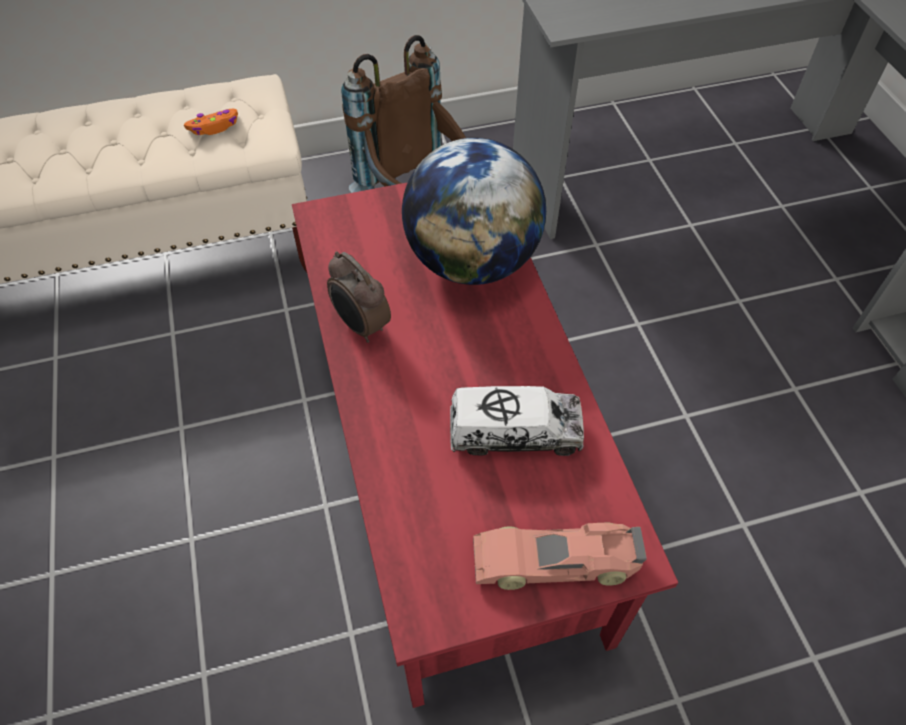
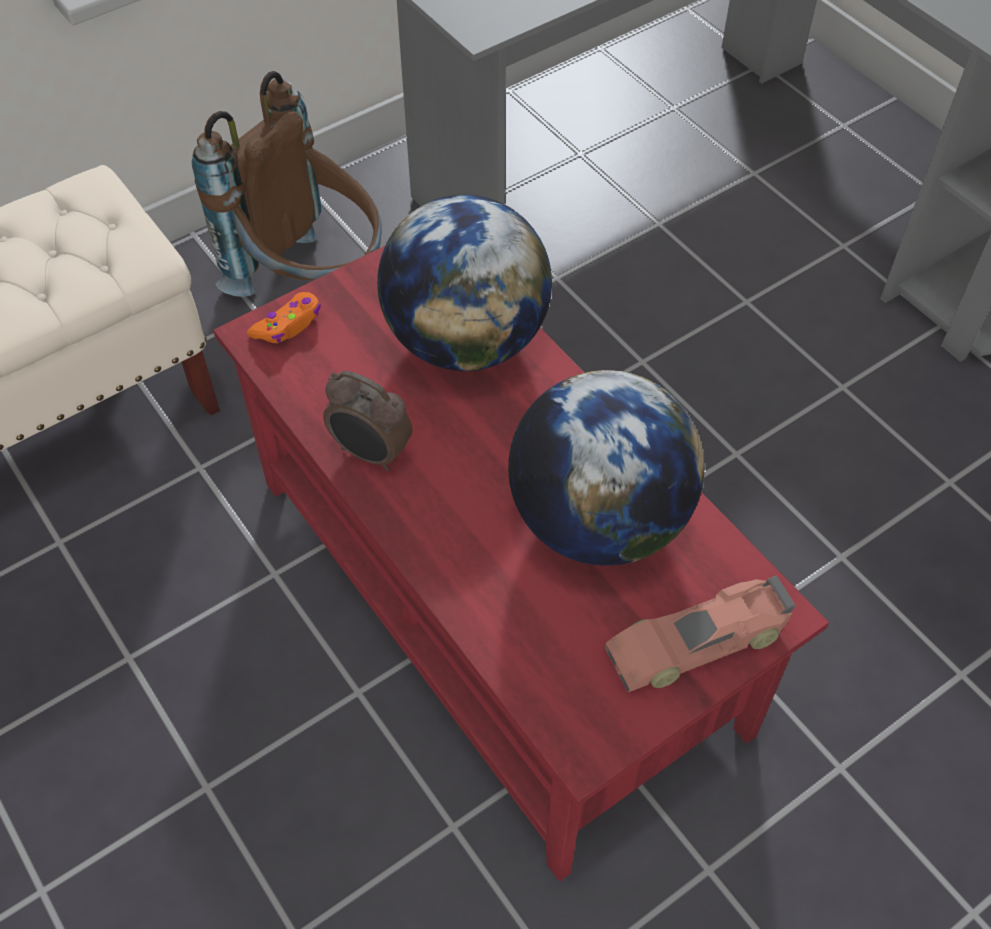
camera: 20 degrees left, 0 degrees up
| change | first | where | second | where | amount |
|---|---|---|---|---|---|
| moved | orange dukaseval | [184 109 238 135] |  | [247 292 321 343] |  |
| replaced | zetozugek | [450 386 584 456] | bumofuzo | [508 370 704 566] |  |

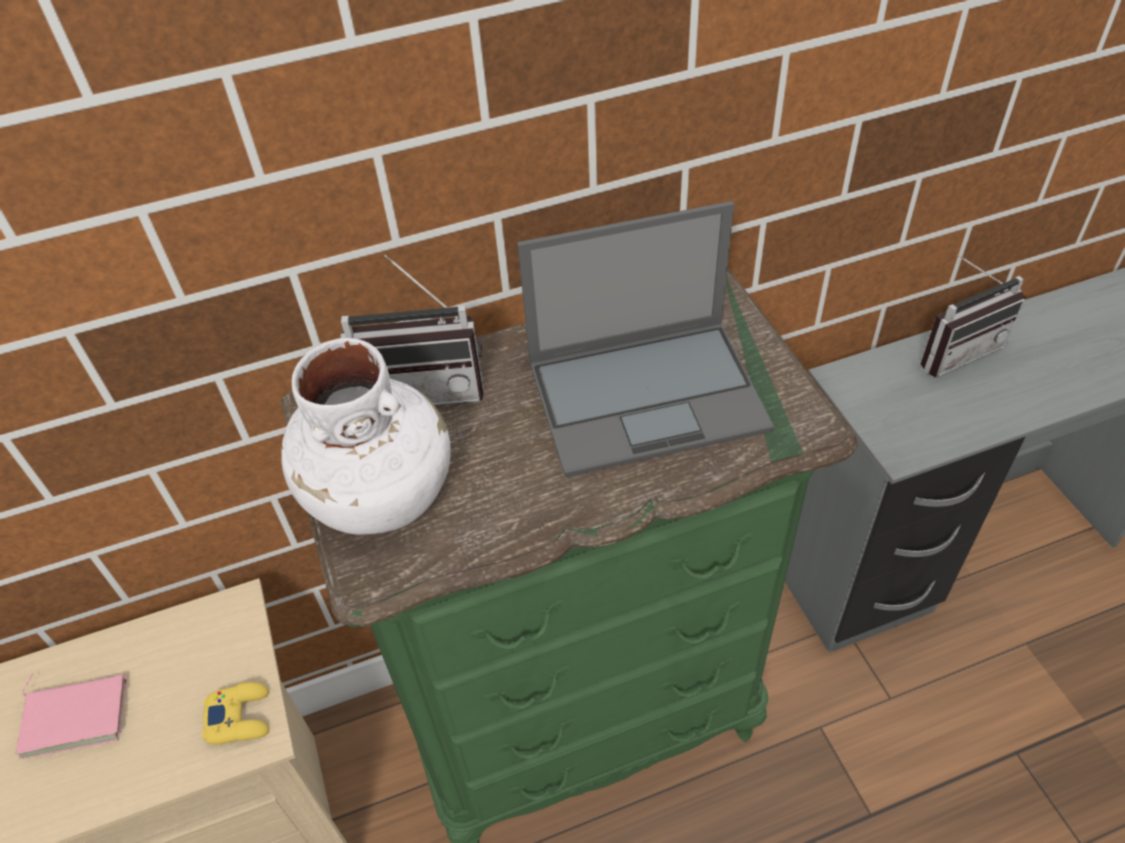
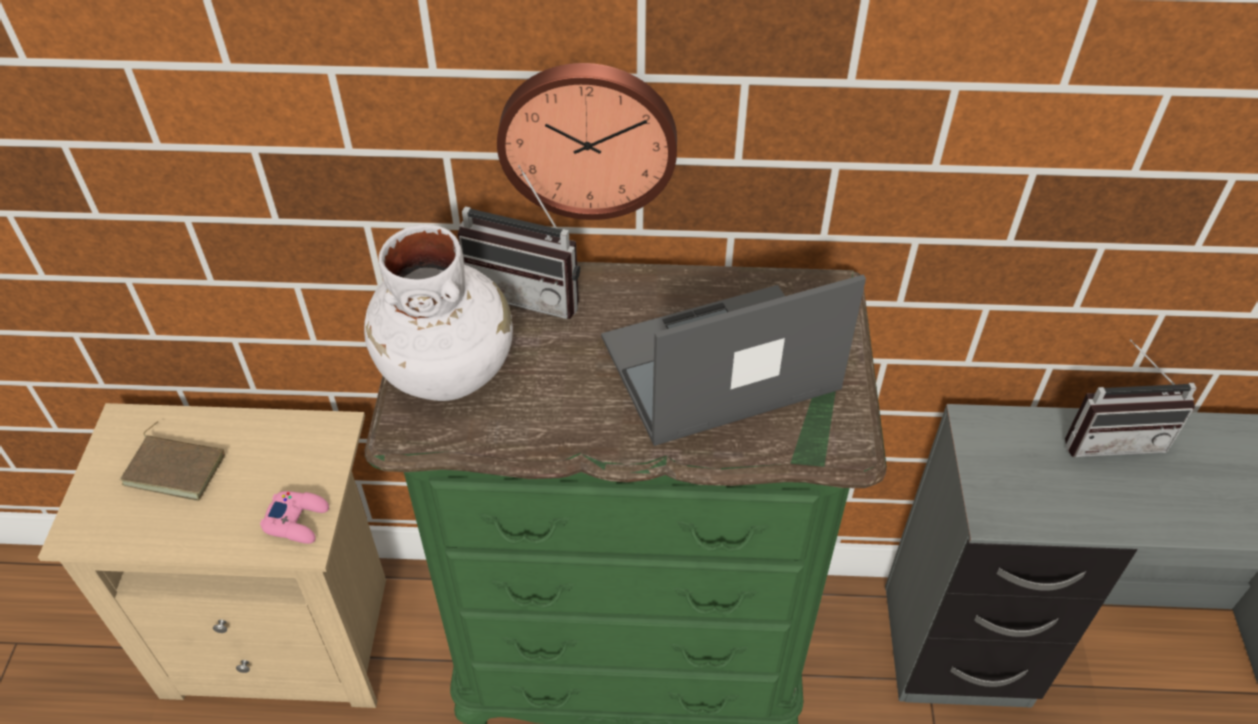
camera: 20 degrees right, 0 degrees up
| change | first | where | second | where | amount |
|---|---|---|---|---|---|
| turned | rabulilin | [517 201 774 477] |  | [601 275 866 446] | 150 degrees clockwise |
| recoloured | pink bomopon | [16 674 127 759] | brown bomopon | [120 421 225 501] |  |
| recoloured | yellow dukaseval | [202 682 269 745] | pink dukaseval | [260 491 329 544] |  |
| added |  |  | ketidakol | [497 63 677 220] |  |

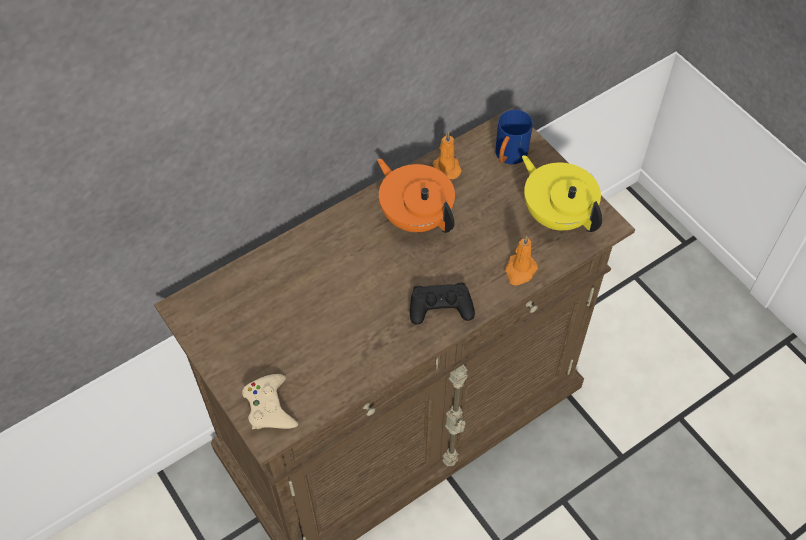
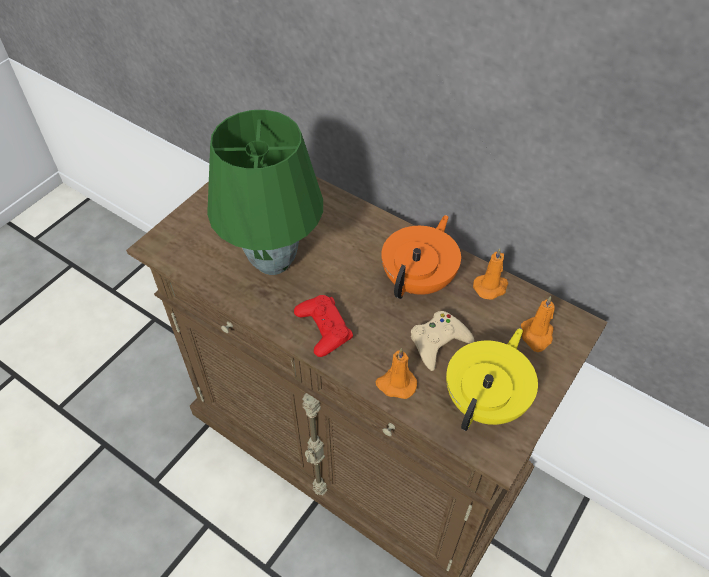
camera: 70 degrees right, 5 degrees down
| change | first | where | second | where | amount |
|---|---|---|---|---|---|
| replaced | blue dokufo | [495 110 533 164] | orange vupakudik | [521 296 555 352] |  |
| recoloured | black dukaseval | [410 283 475 325] | red dukaseval | [294 295 353 357] |  |
| moved | beige dukaseval | [242 374 298 429] |  | [411 311 474 371] |  |
| added |  |  | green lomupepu | [207 110 323 275] |  |

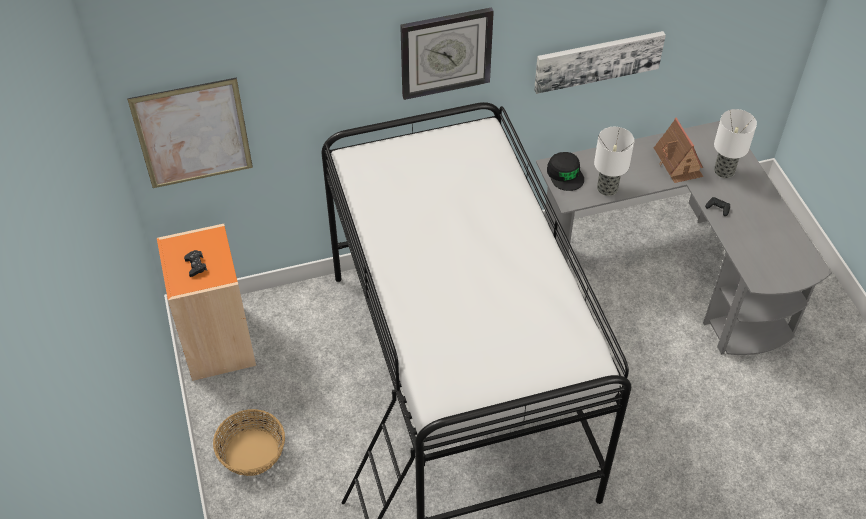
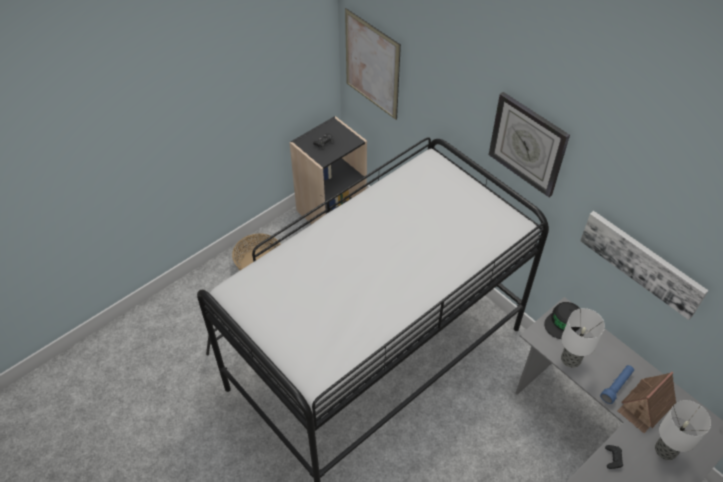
camera: 65 degrees right, 0 degrees up
| change | first | where | second | where | amount |
|---|---|---|---|---|---|
| recoloured | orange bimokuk | [157 224 256 381] | black bimokuk | [289 116 367 224] |  |
| added |  |  | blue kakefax | [600 365 634 404] |  |

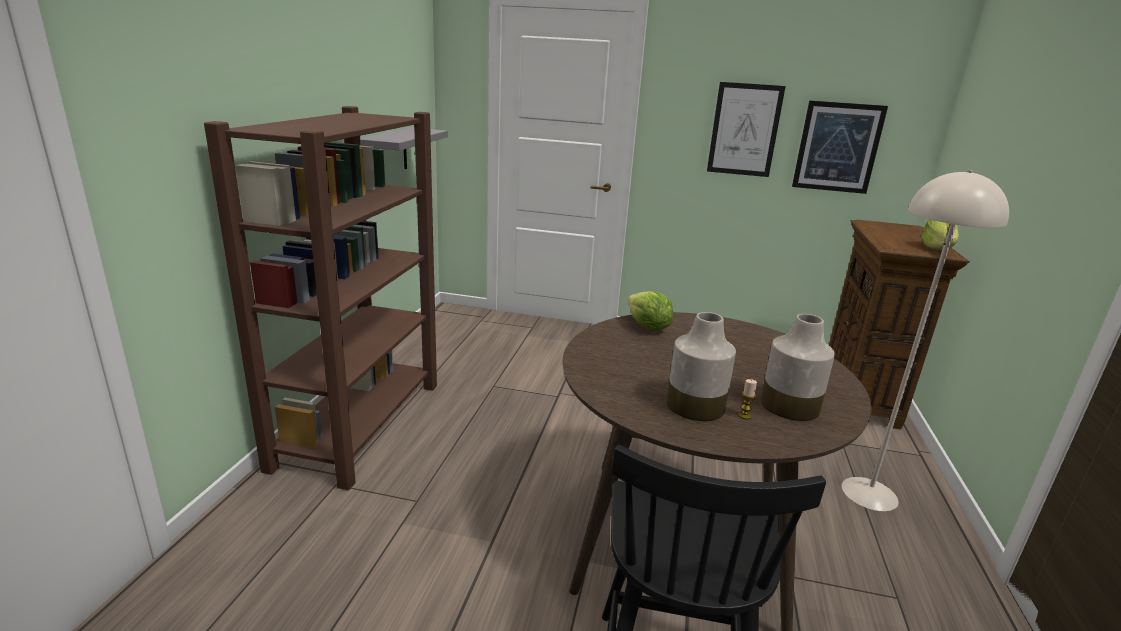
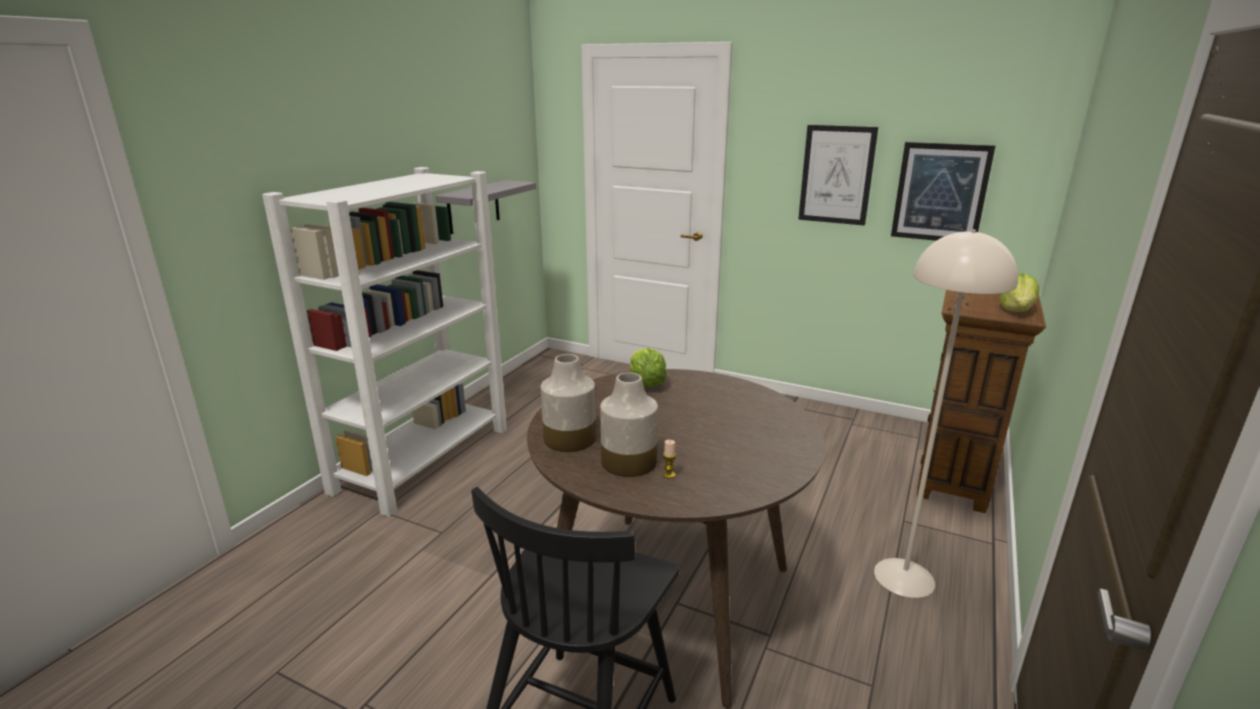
camera: 15 degrees right, 0 degrees up
| change | first | where | second | where | amount |
|---|---|---|---|---|---|
| recoloured | brown bimokuk | [204 106 437 490] | white bimokuk | [262 167 507 517] |  |
| moved | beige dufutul | [760 314 835 421] |  | [541 354 596 452] |  |

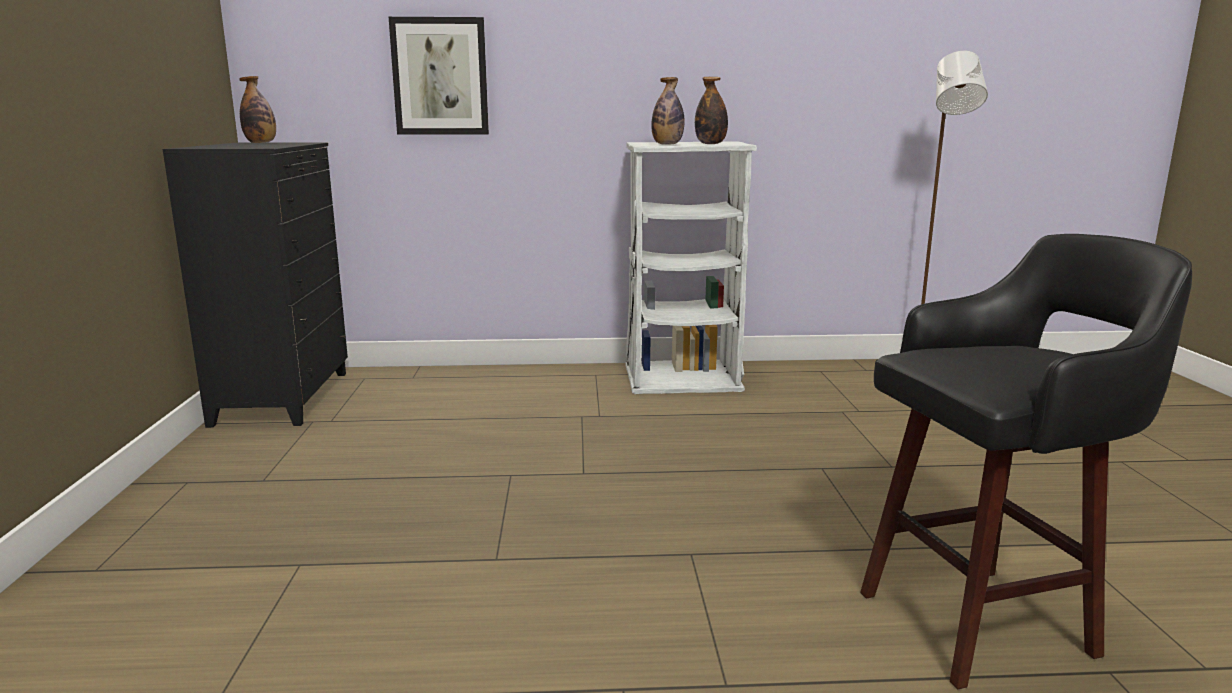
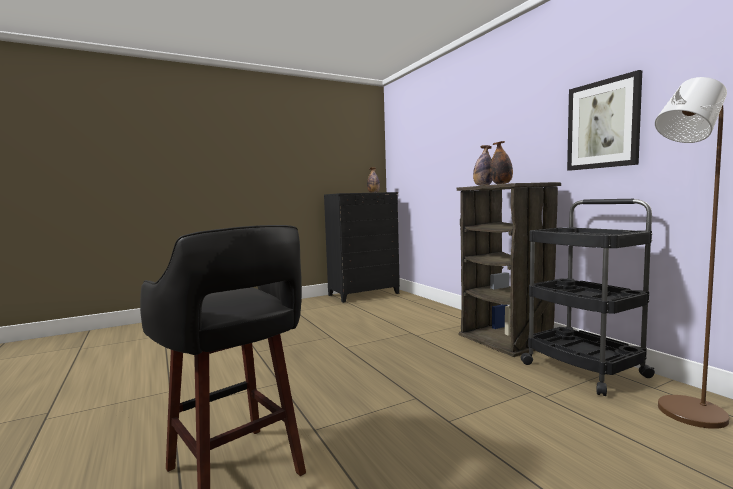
camera: 65 degrees right, 10 degrees down
| change | first | where | second | where | amount |
|---|---|---|---|---|---|
| moved | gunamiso | [389 17 489 135] |  | [567 70 642 171] |  |
| recoloured | white bimokuk | [626 141 757 394] | brown bimokuk | [457 182 561 357] |  |
| added |  |  | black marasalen | [521 199 655 396] |  |

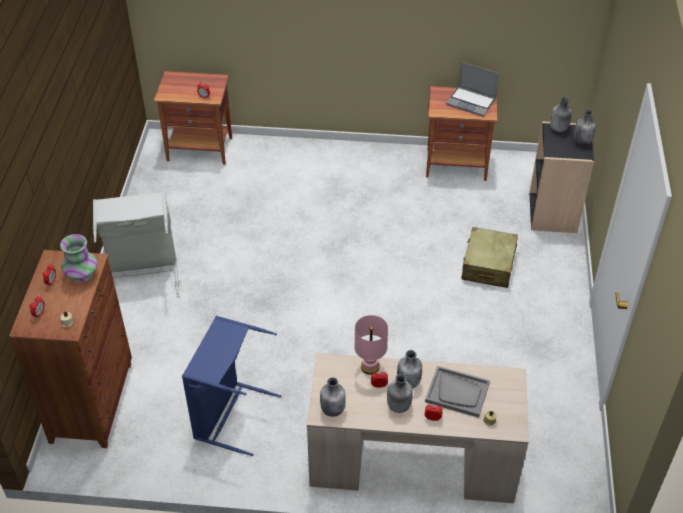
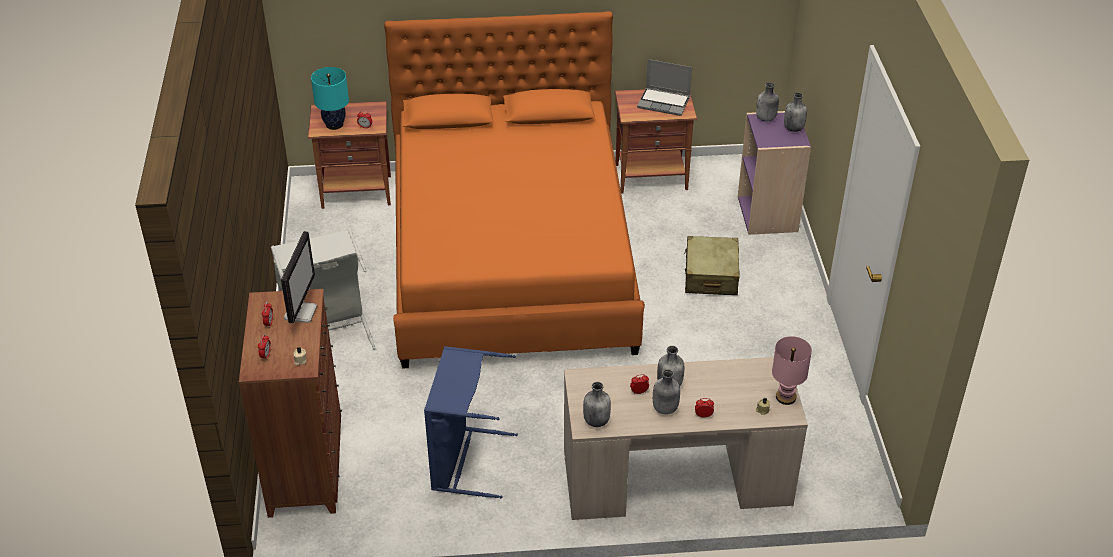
camera: 10 degrees left, 5 degrees down
| change | first | where | second | where | amount |
|---|---|---|---|---|---|
| recoloured | black bimokuk | [529 121 594 233] | purple bimokuk | [738 111 811 235] |  |
| replaced | dufutul | [60 234 97 282] | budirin | [281 231 317 323] |  |
| moved | pink lomupepu | [355 315 388 375] |  | [772 336 812 405] |  |
| removed | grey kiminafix | [425 366 490 418] |  |  |  |
| added |  |  | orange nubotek | [384 11 645 369] |  |
| added |  |  | turquoise lomupepu | [311 67 349 130] |  |

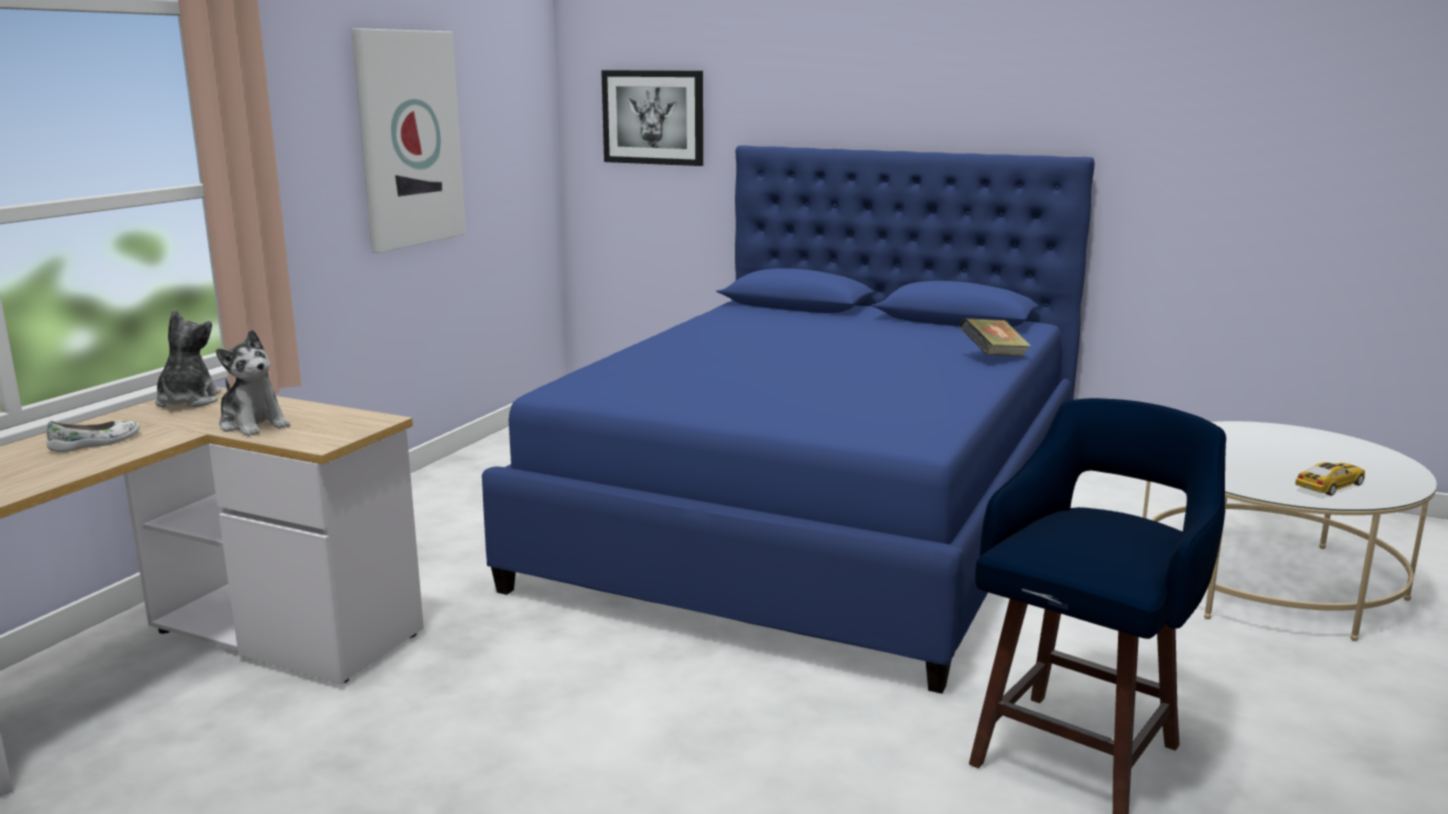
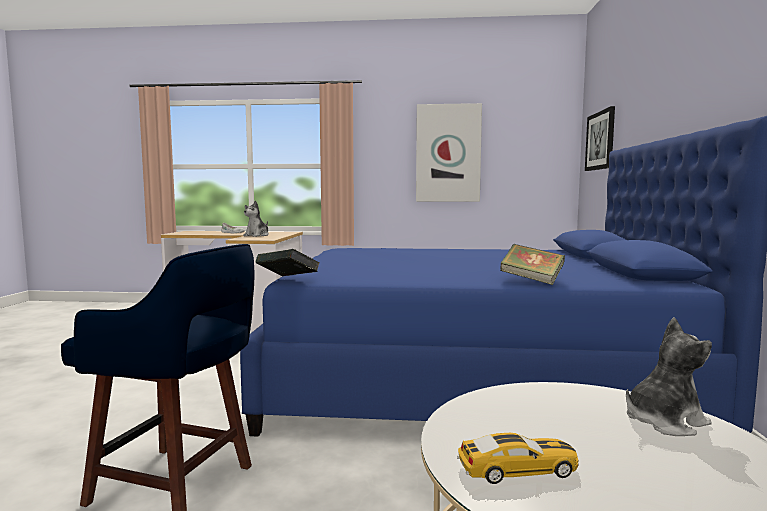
camera: 70 degrees right, 10 degrees down
| change | first | where | second | where | amount |
|---|---|---|---|---|---|
| moved | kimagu | [155 310 221 408] |  | [626 317 712 436] |  |
| turned | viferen | [1295 462 1365 496] |  | [457 433 578 484] | 45 degrees counterclockwise |
| added |  |  | bomopon | [256 249 320 277] |  |

